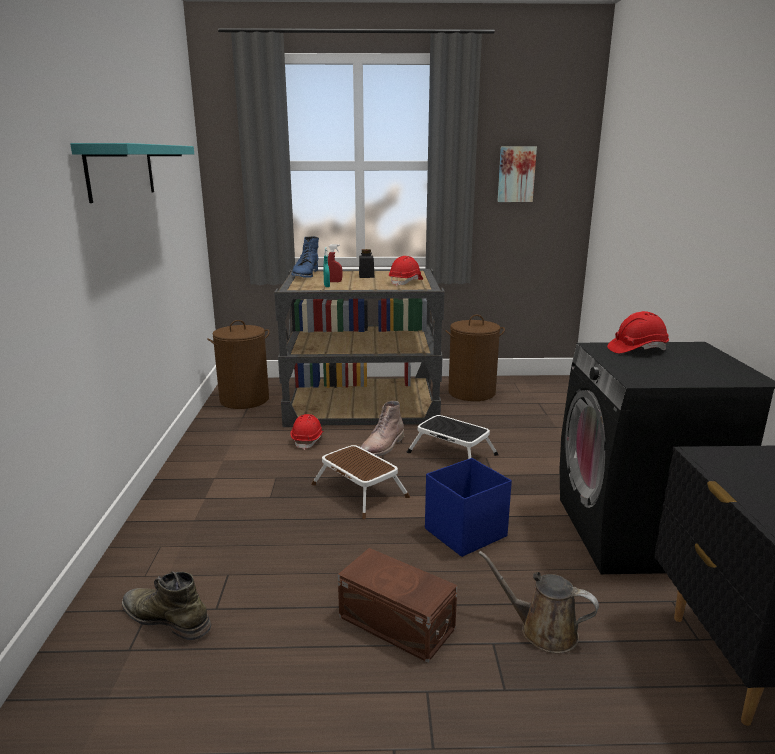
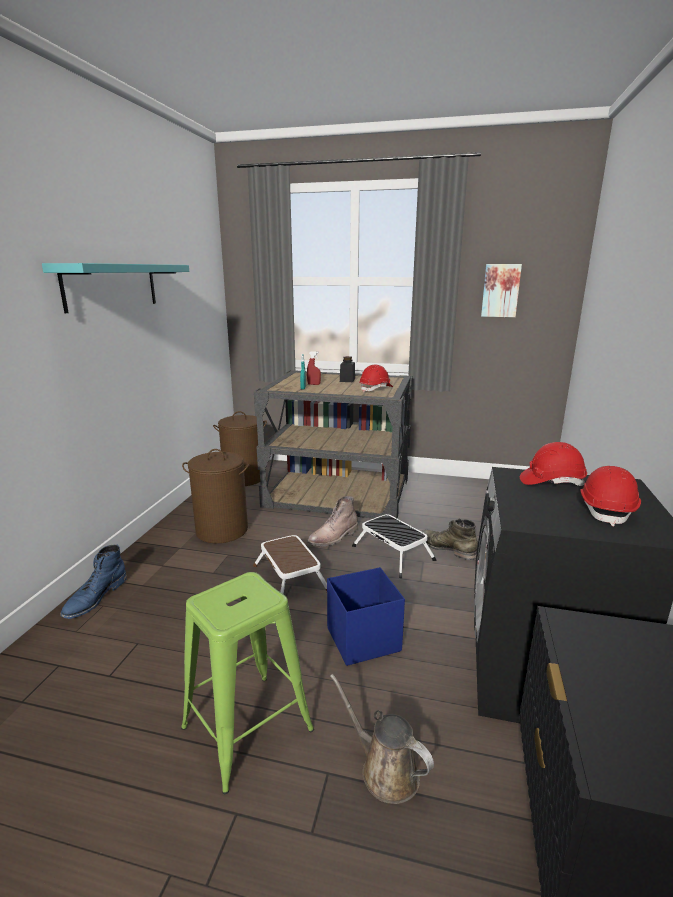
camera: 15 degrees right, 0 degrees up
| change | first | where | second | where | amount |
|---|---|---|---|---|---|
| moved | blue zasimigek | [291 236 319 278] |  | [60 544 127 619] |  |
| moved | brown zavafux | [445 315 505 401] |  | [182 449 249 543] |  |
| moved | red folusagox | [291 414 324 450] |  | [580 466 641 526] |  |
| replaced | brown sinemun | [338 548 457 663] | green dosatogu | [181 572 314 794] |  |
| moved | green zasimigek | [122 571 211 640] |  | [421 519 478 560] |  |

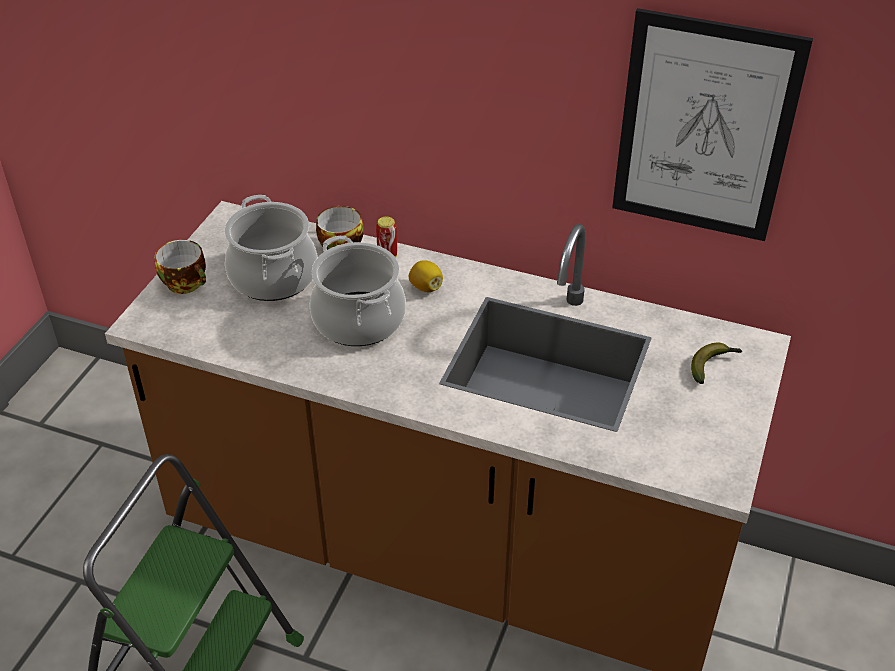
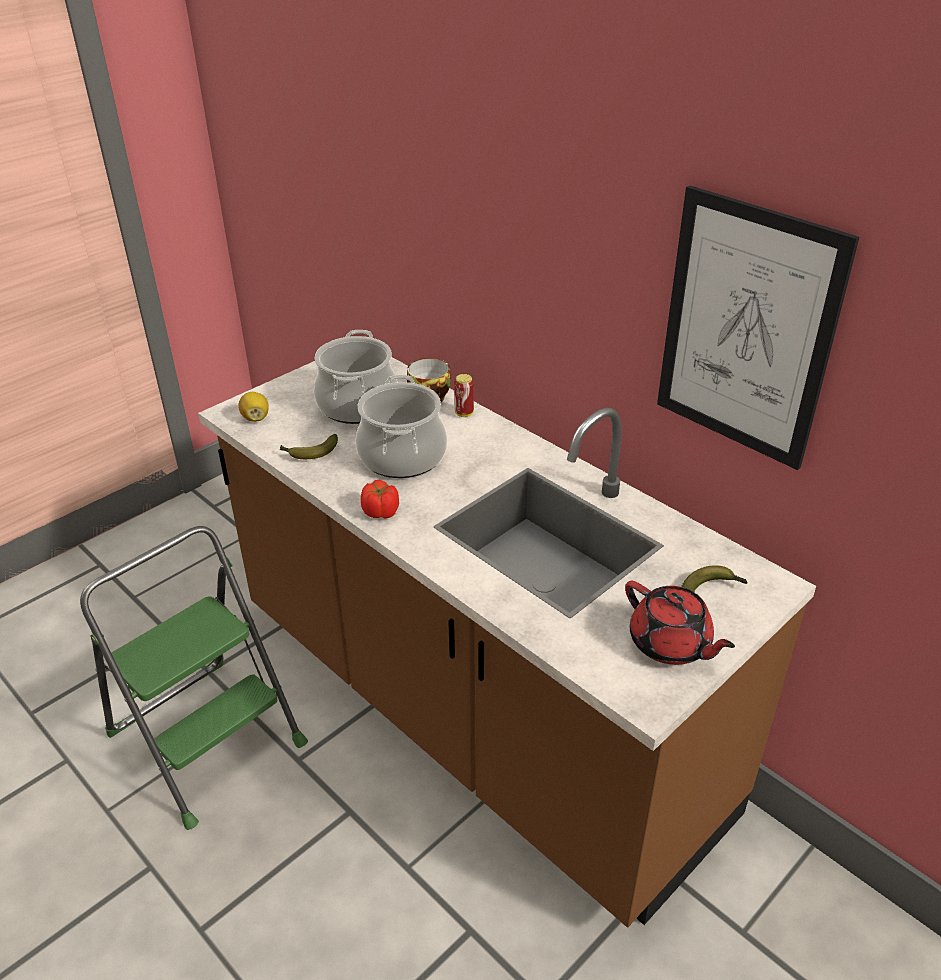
camera: 25 degrees right, 5 degrees down
| change | first | where | second | where | amount |
|---|---|---|---|---|---|
| removed | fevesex | [155 240 206 294] |  |  |  |
| moved | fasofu | [409 260 443 292] |  | [238 392 269 422] |  |
| added |  |  | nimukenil | [279 434 338 459] |  |
| added |  |  | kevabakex | [361 480 399 519] |  |
| added |  |  | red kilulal | [625 581 735 665] |  |

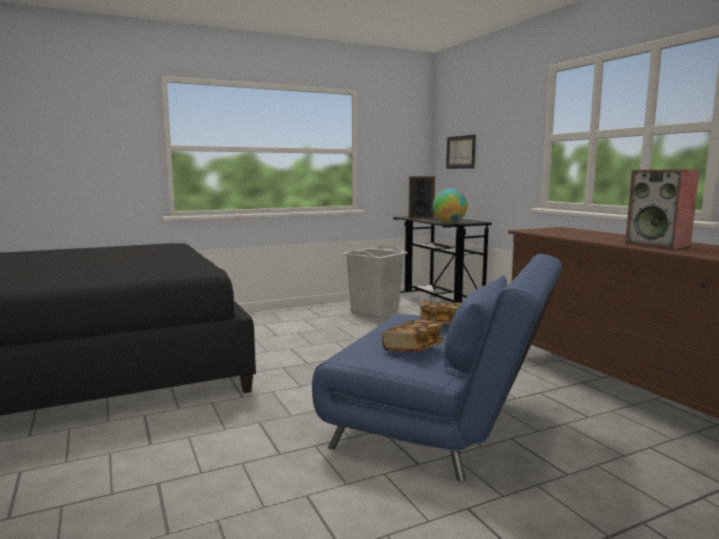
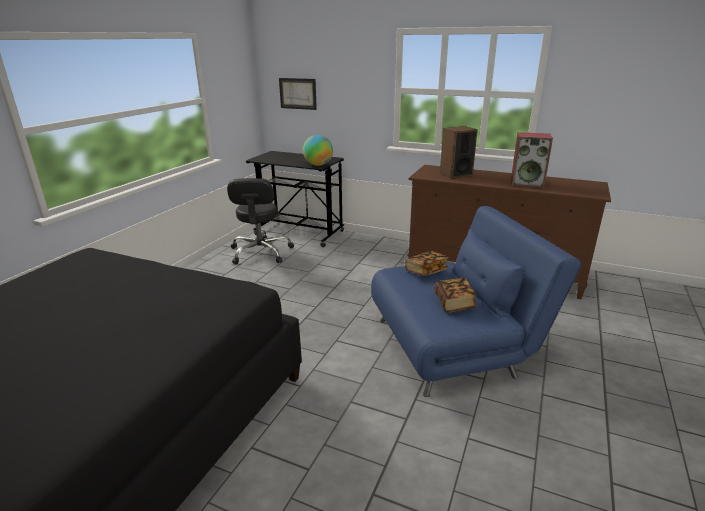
camera: 40 degrees left, 15 degrees up
| change | first | where | second | where | amount |
|---|---|---|---|---|---|
| moved | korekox | [408 176 435 219] |  | [440 126 478 179] |  |
| replaced | grey zavafux | [343 246 408 318] | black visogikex | [227 178 294 264] |  |

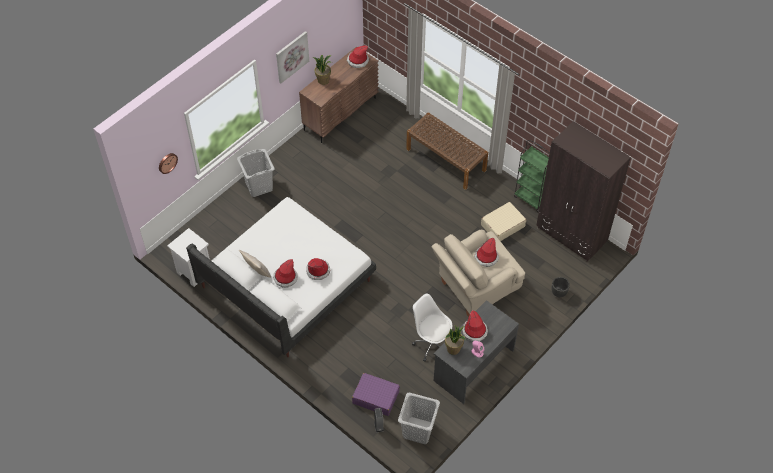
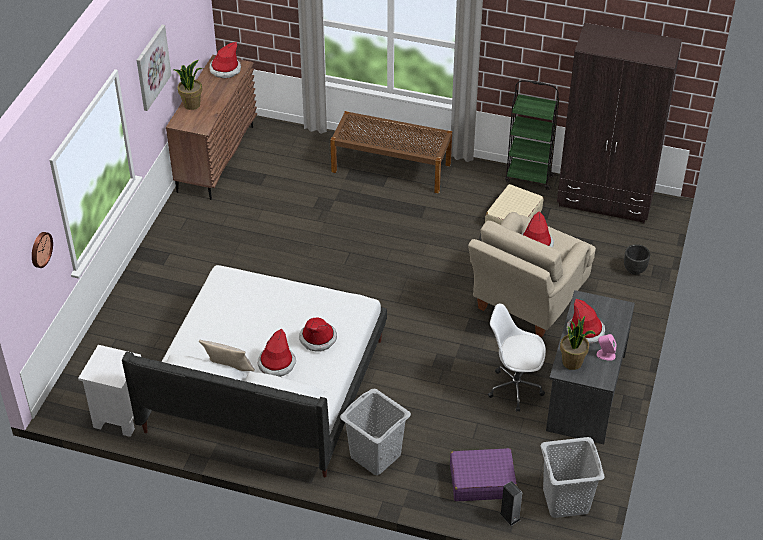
camera: 25 degrees left, 10 degrees down
| change | first | where | second | where | amount |
|---|---|---|---|---|---|
| moved | grey zavafux | [237 149 275 197] |  | [340 389 411 475] |  |

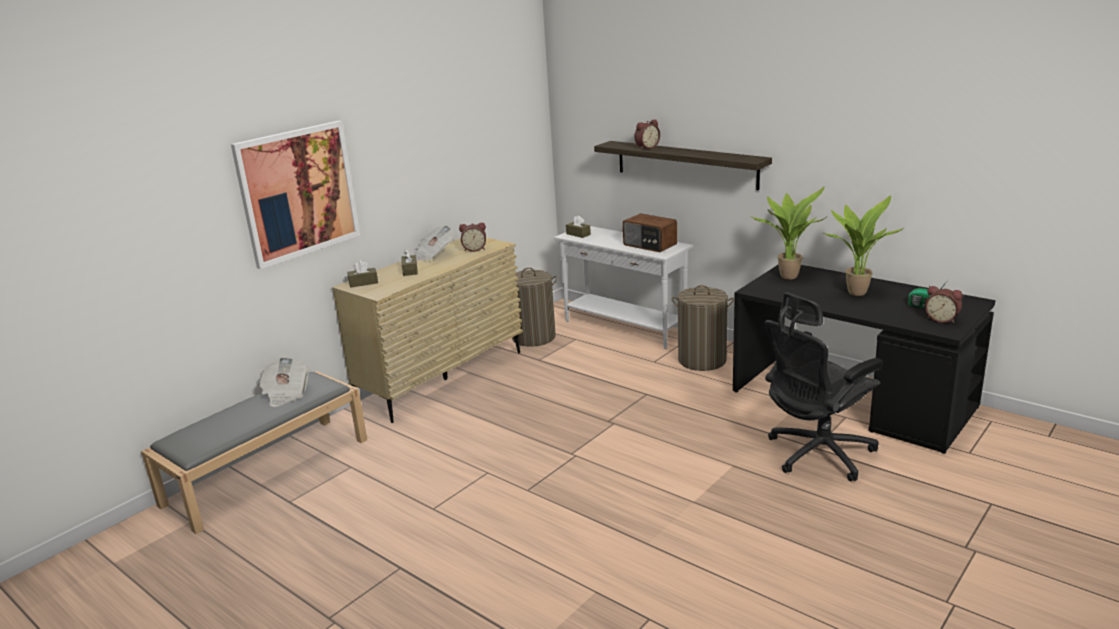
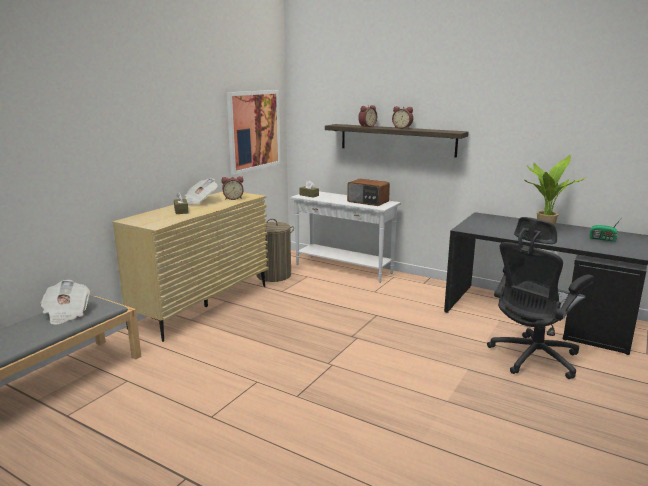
camera: 10 degrees left, 5 degrees down
| change | first | where | second | where | amount |
|---|---|---|---|---|---|
| moved | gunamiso | [231 121 360 269] |  | [227 90 281 175] |  |
| removed | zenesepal | [752 186 825 280] |  |  |  |
| removed | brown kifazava | [347 260 378 288] |  |  |  |
| removed | zavafux | [672 285 734 371] |  |  |  |
| moved | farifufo | [925 286 963 323] |  | [392 106 413 129] |  |

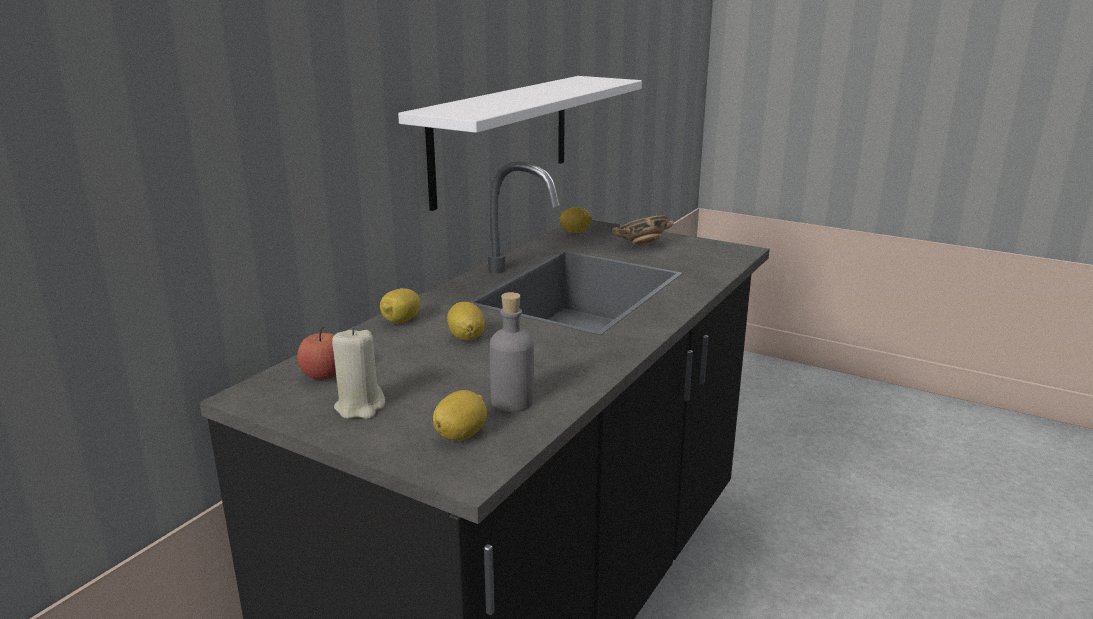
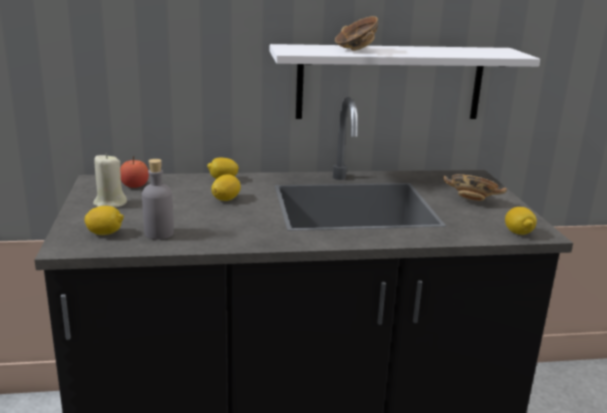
camera: 50 degrees right, 0 degrees up
| change | first | where | second | where | amount |
|---|---|---|---|---|---|
| moved | fasofu | [560 207 592 233] |  | [505 207 537 235] |  |
| added |  |  | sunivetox | [335 16 378 51] |  |

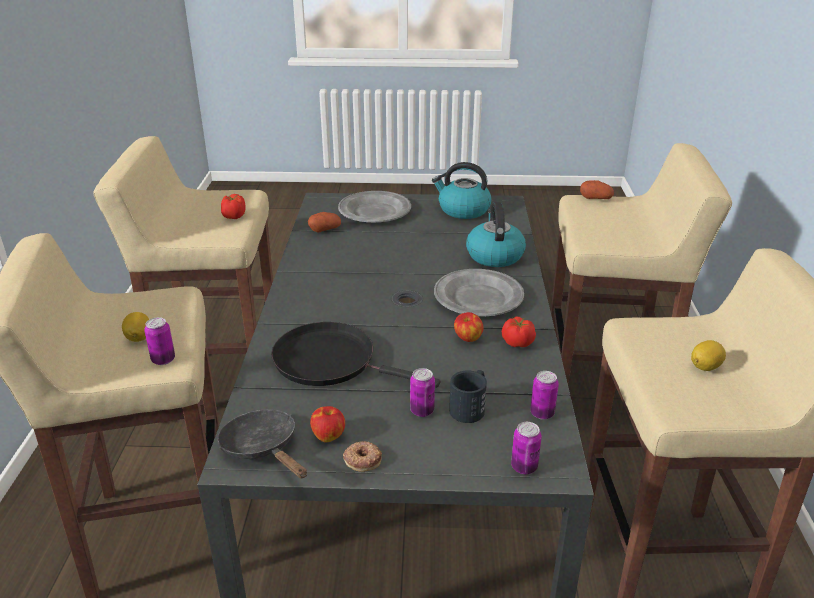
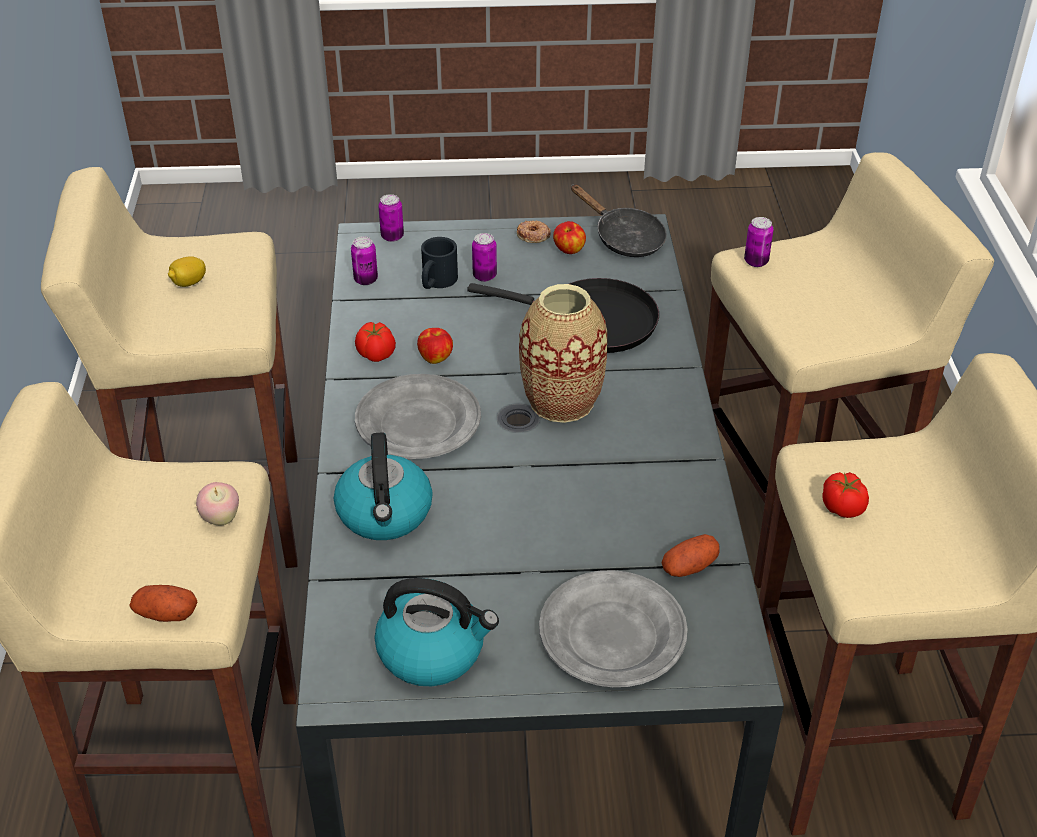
camera: 175 degrees right, 10 degrees up
| change | first | where | second | where | amount |
|---|---|---|---|---|---|
| removed | fasofu | [122 312 149 342] |  |  |  |
| added |  |  | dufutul | [519 284 607 423] |  |
| added |  |  | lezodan | [196 482 239 525] |  |

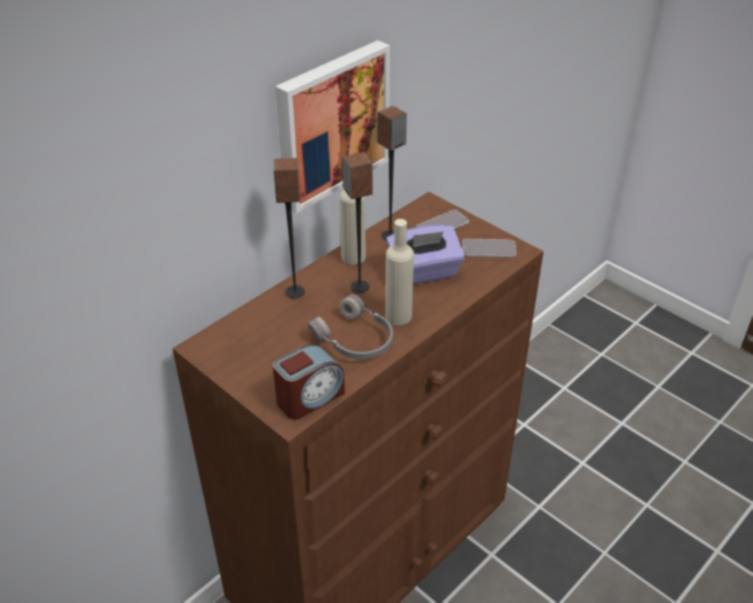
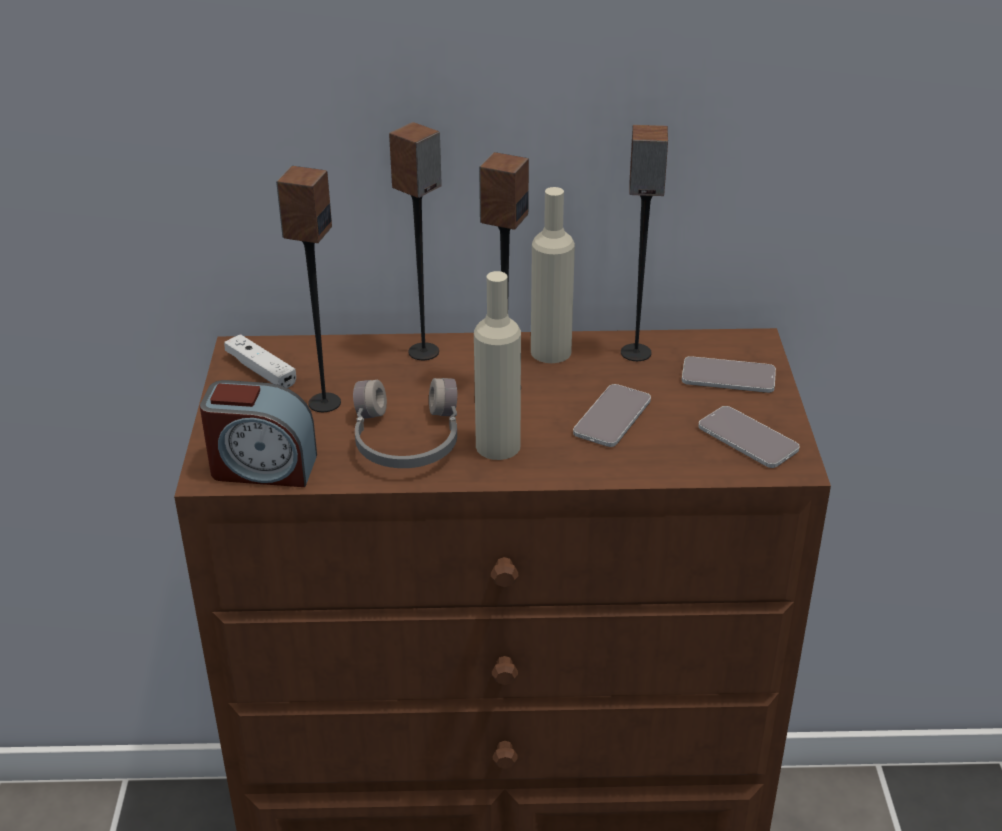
camera: 45 degrees right, 5 degrees down
| change | first | where | second | where | amount |
|---|---|---|---|---|---|
| removed | gunamiso | [275 40 390 213] |  |  |  |
| replaced | purple kifazava | [386 225 465 285] | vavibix | [573 384 651 447] |  |
| added |  |  | korekox | [276 166 341 412] |  |
| added |  |  | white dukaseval | [224 334 296 388] |  |

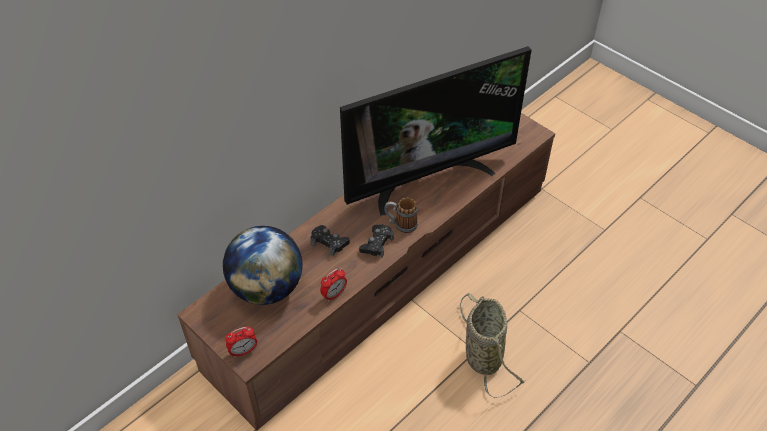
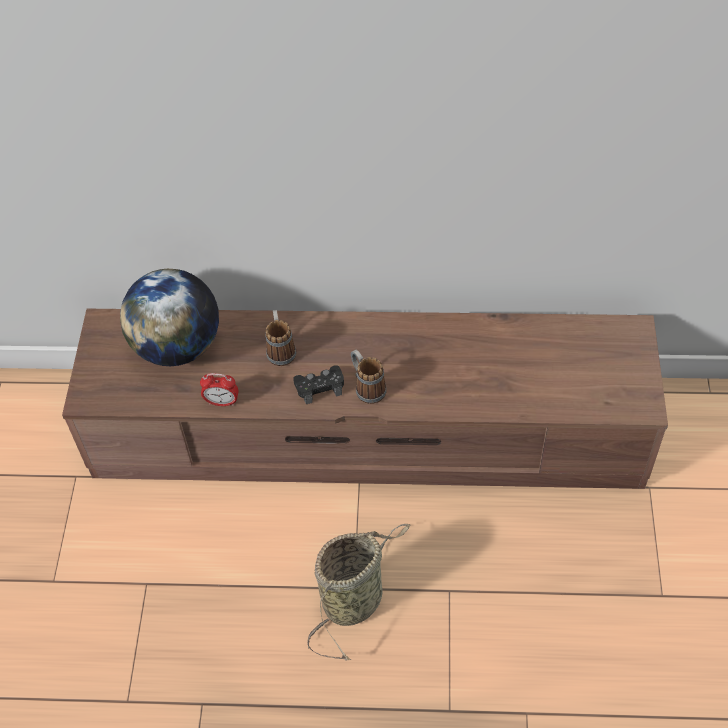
camera: 50 degrees right, 5 degrees up
| change | first | where | second | where | amount |
|---|---|---|---|---|---|
| removed | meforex | [340 46 532 216] |  |  |  |
| replaced | black dukaseval | [310 225 350 256] | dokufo | [265 310 296 366] |  |
| removed | farifufo | [225 327 257 357] |  |  |  |

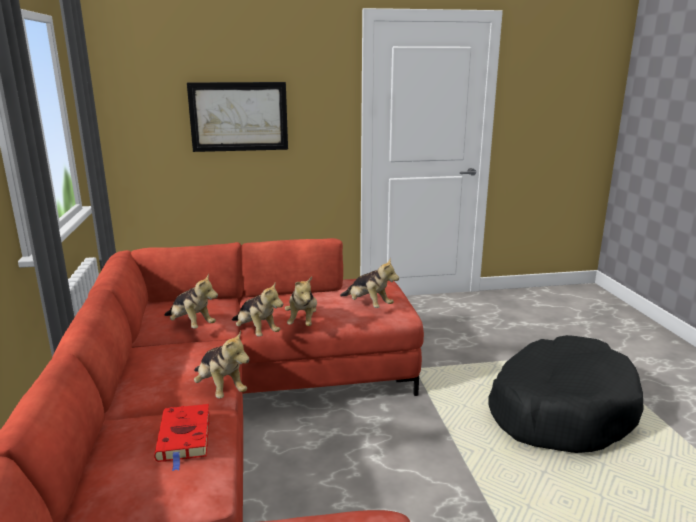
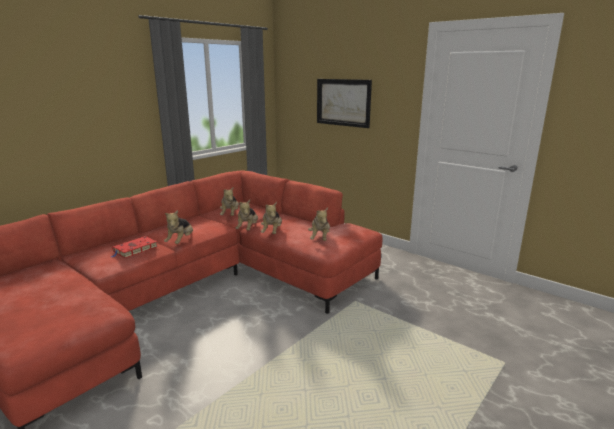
camera: 50 degrees right, 0 degrees up
| change | first | where | second | where | amount |
|---|---|---|---|---|---|
| turned | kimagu | [285 277 317 326] |  | [261 202 282 234] | 45 degrees counterclockwise |
| removed | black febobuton | [488 335 644 453] |  |  |  |

